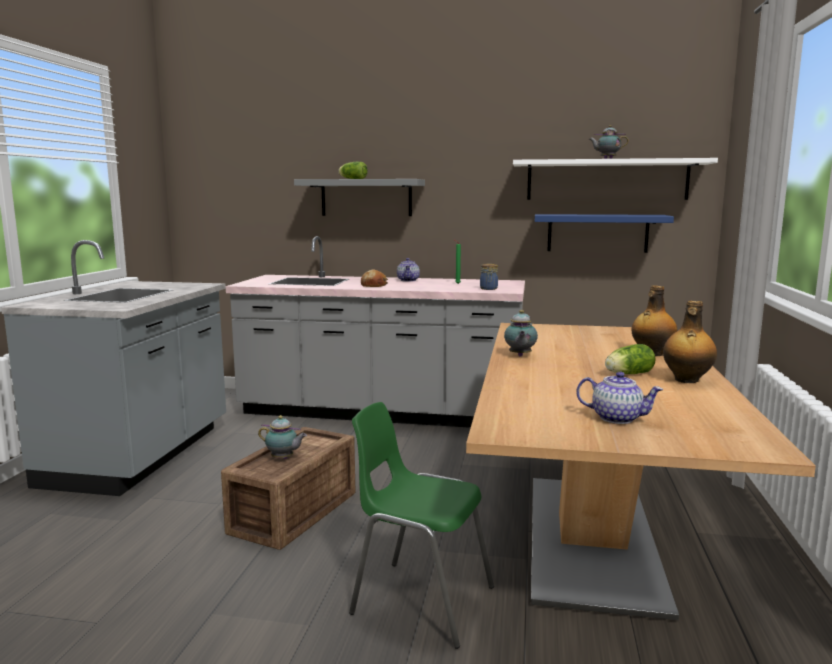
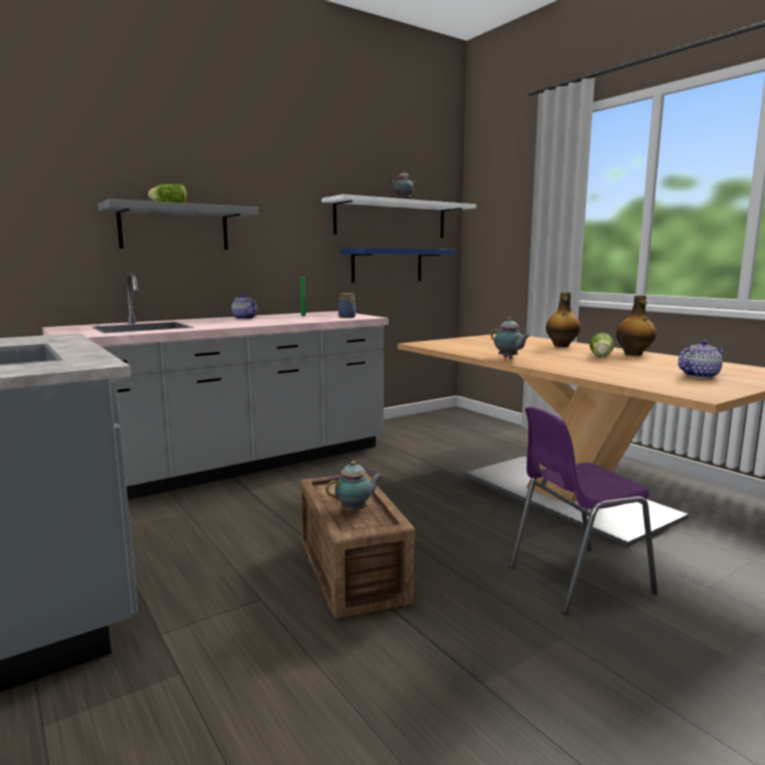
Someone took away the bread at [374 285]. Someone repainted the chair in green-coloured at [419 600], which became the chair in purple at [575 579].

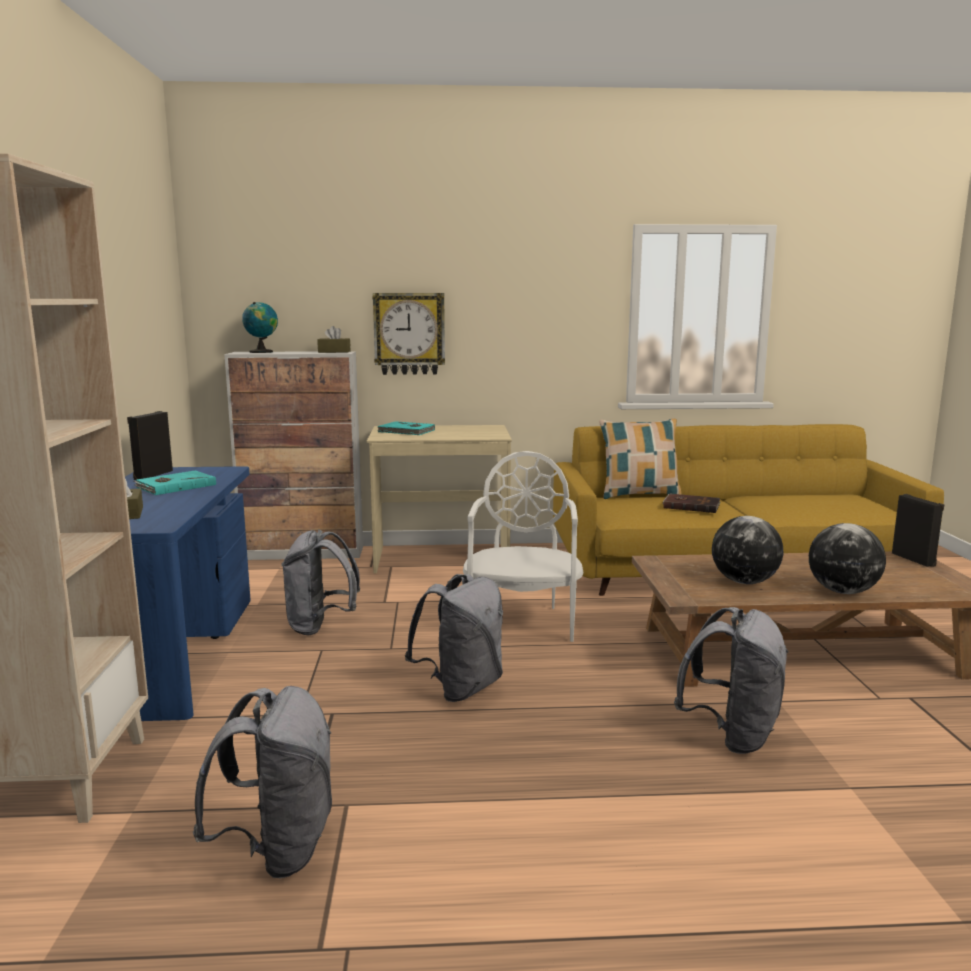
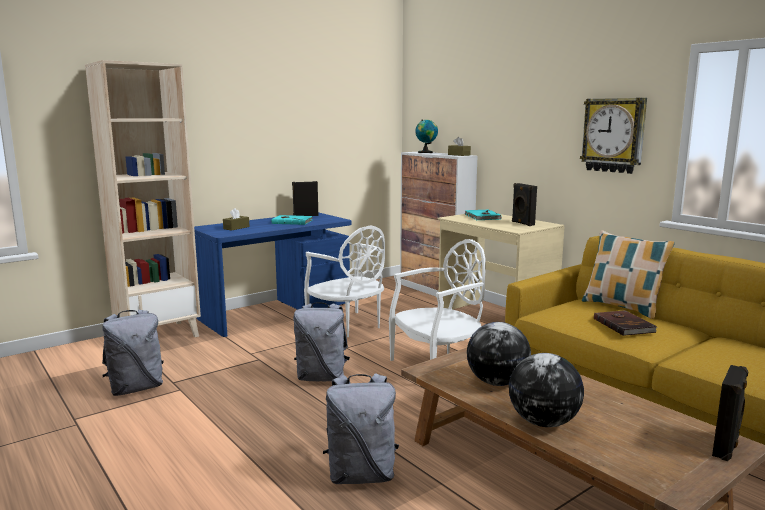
Someone carried the hanging clock from [409 334] to [613 135]. Someone swapped the backpack in greyish at [320 626] for the chair in whitish at [348 325]. Someone put down the audio speaker in black-coloured at [522 223].

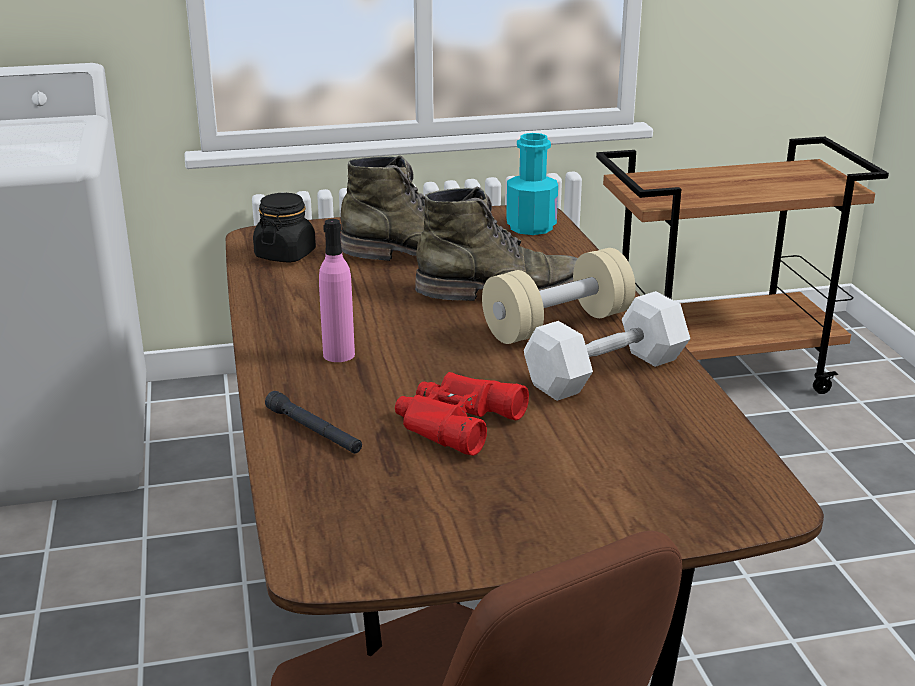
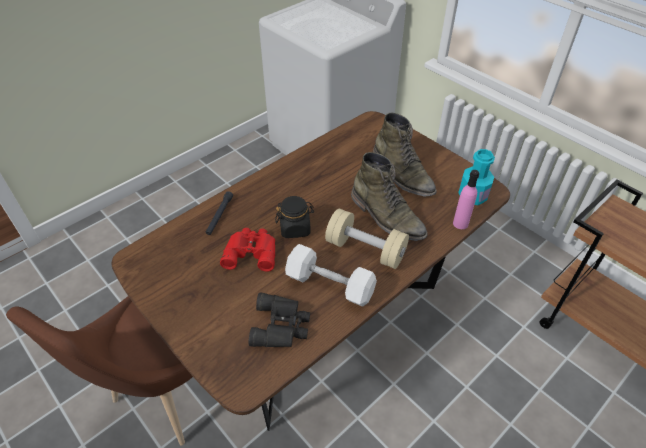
Someone carried the preserve jar in black-coloured from [285 254] to [295 228]. Someone carried the beverage bottle in pinkish from [339 355] to [460 223]. Someone put down the binoculars in black-coloured at [282 326].

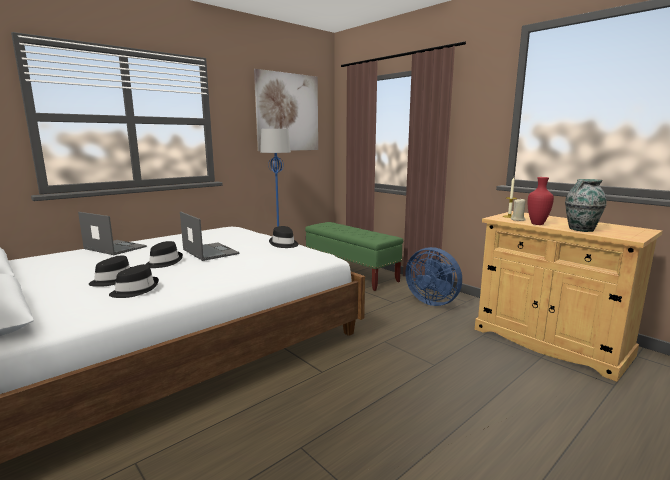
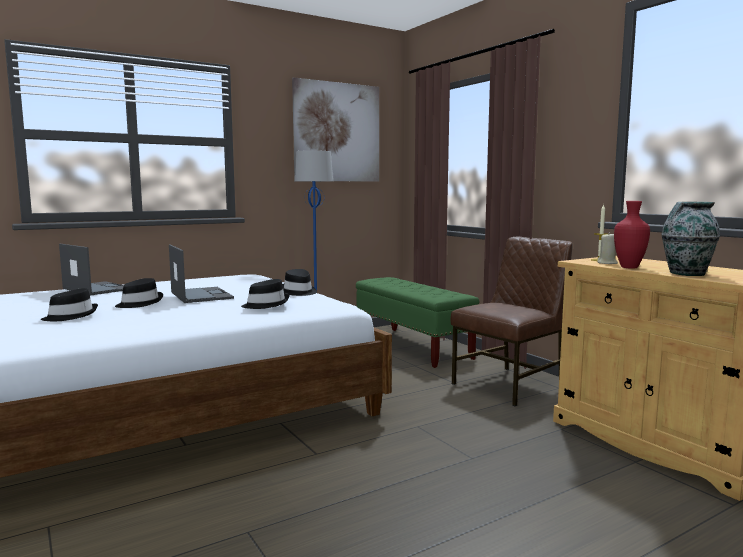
Someone swapped the cooling fan in bluish at [433 301] for the chair in brown at [510 385]. Someone carried the clothing hat in black-coloured from [135 290] to [265 304].

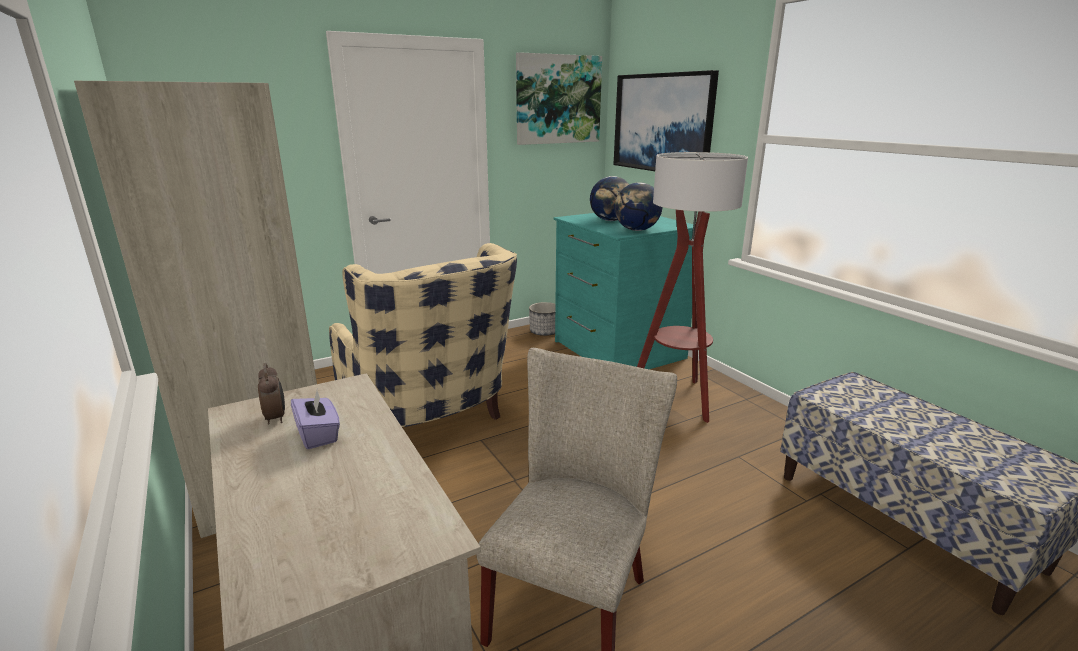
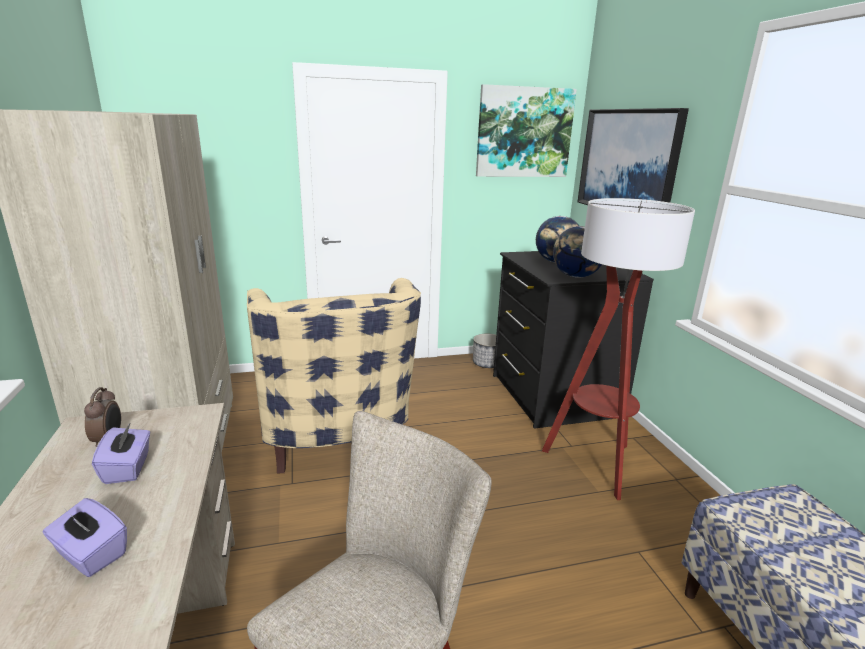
Someone repainted the chest of drawers in blue-green at [617 350], which became the chest of drawers in black-coloured at [553 395]. Someone put down the tissue box in purple at [90 554].

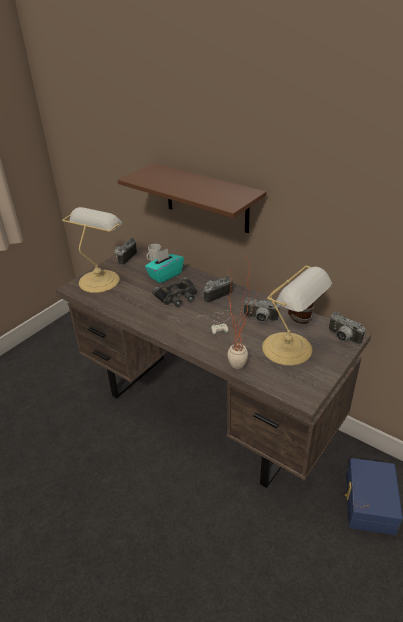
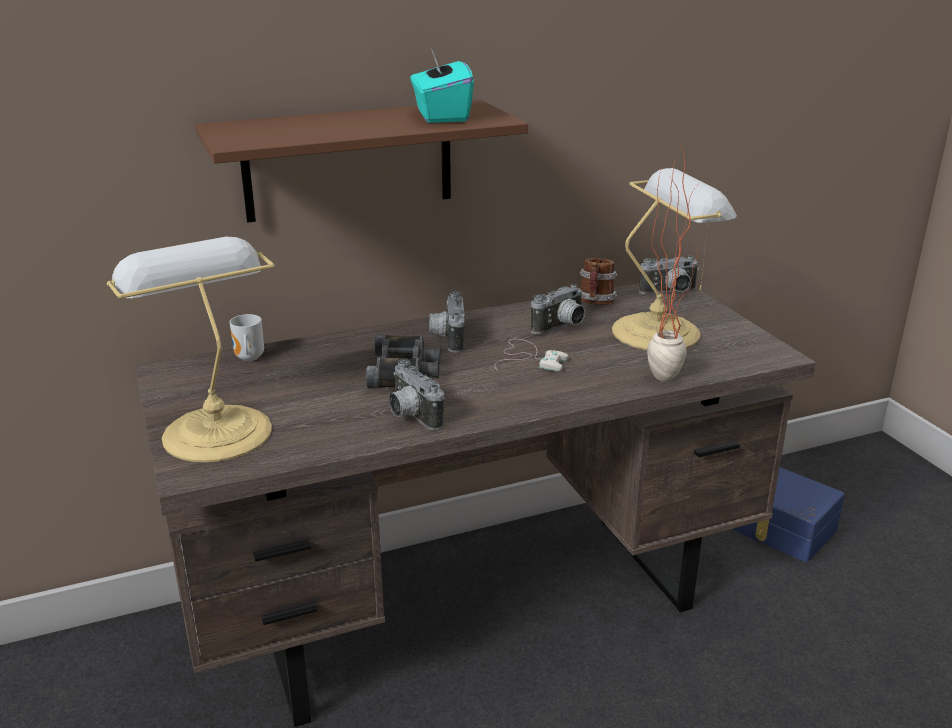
Someone carried the still camera from [124 257] to [410 416]. Someone carried the tissue box in blue-green from [165 275] to [441 116].

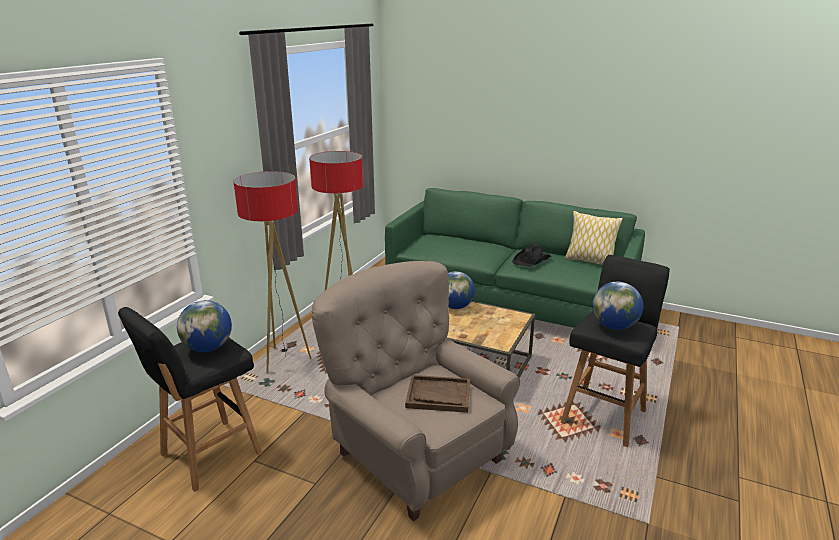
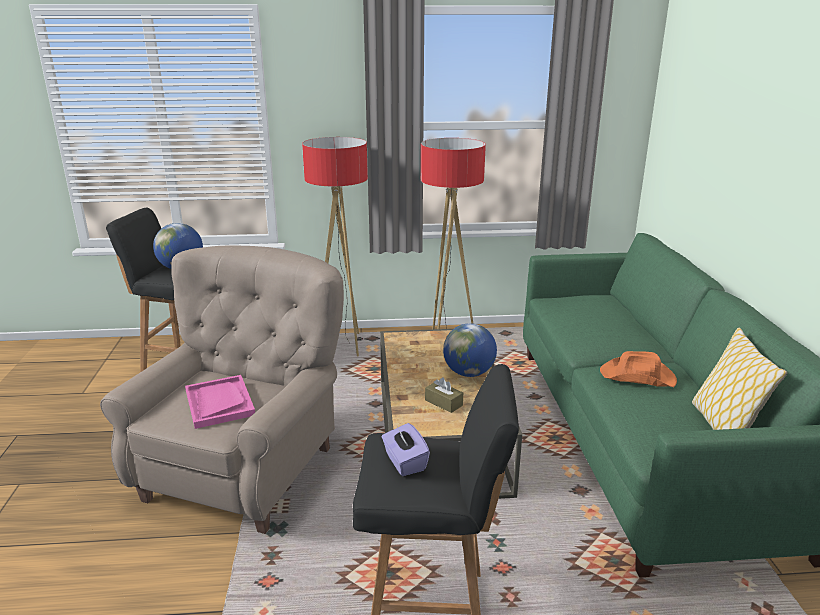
Someone repainted the clothing hat in black-coloured at [532 260], which became the clothing hat in orange at [638 377]. Someone swapped the desk globe at [614 326] for the tissue box in purple at [404 462]. Someone repainted the serving tray in brown at [438 395], which became the serving tray in pinkish at [219 403]. Someone put down the tissue box in brown at [443 403].

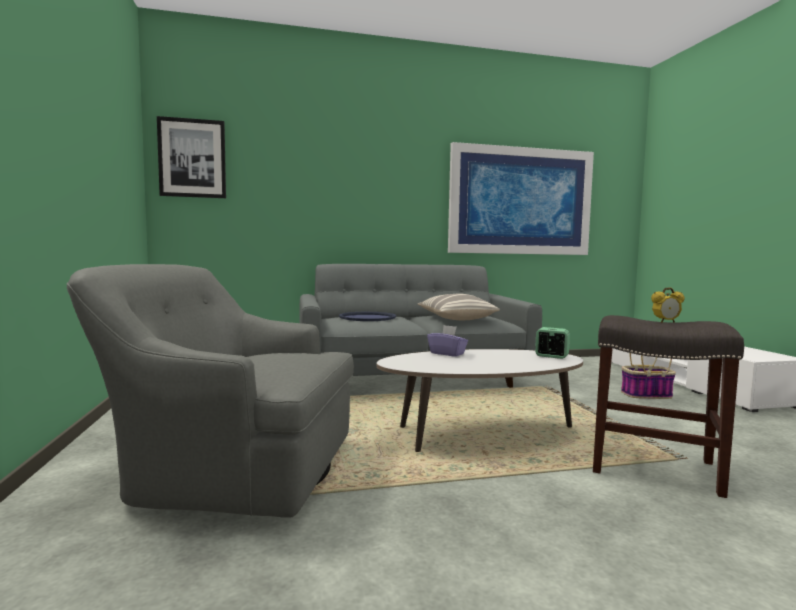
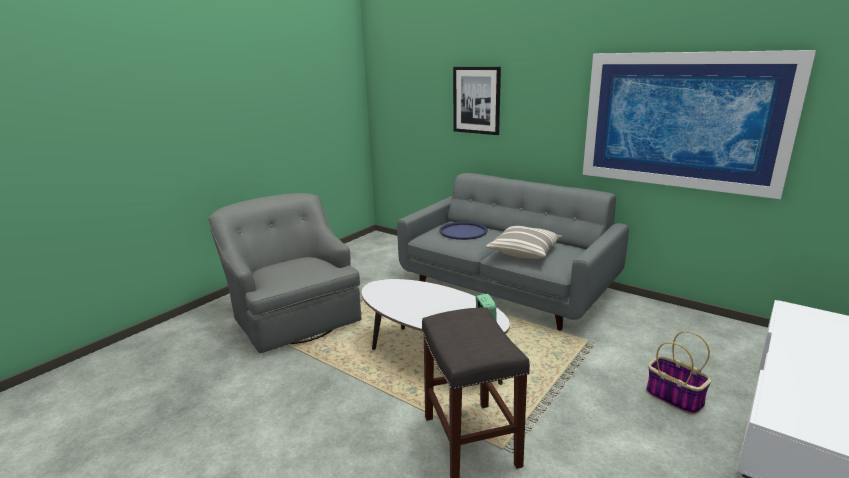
Someone carried the wall art from [192 158] to [476 100]. Someone took away the bedside clock at [665 322]. Someone took away the tissue box in purple at [447 353].

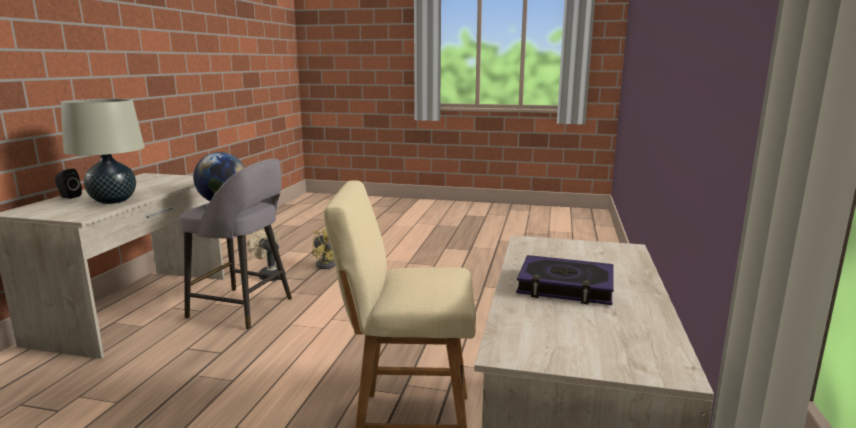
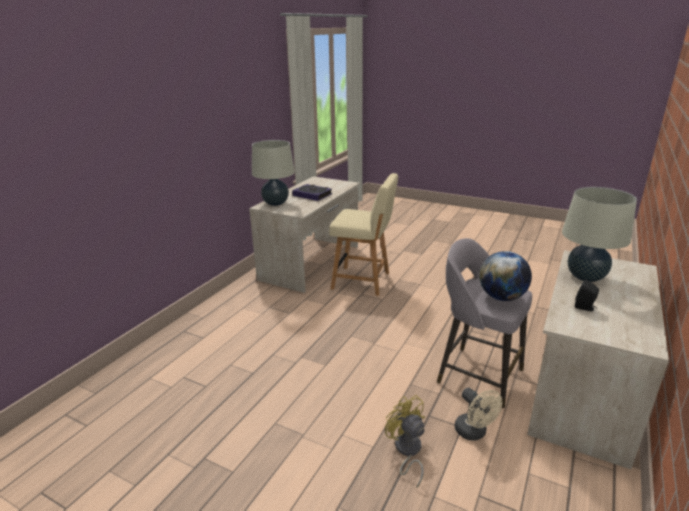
Someone carried the audio speaker in black-coloured from [68 196] to [585 308]. Someone put down the lamp for a table in sand-coloured at [275 203].

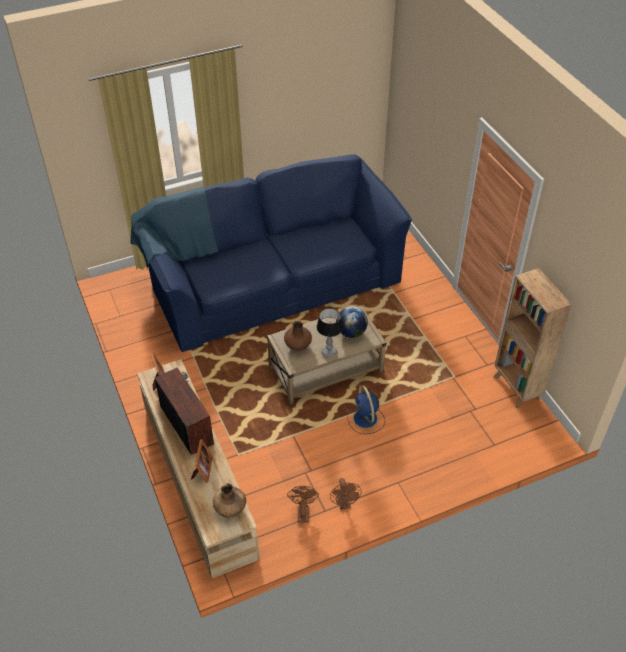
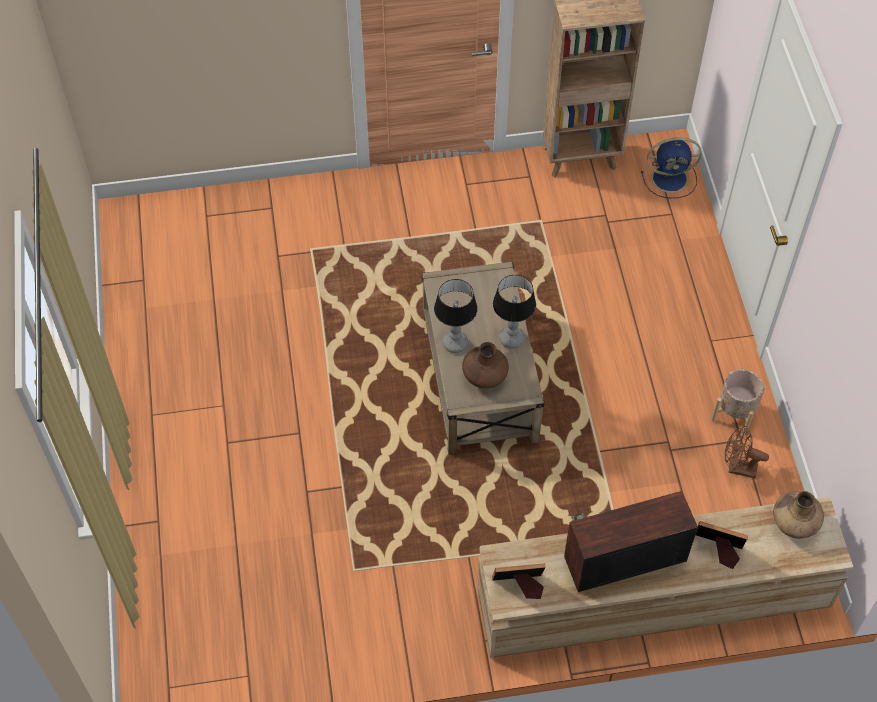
Someone took away the settee in bluish at [271 279]. Someone took away the desk globe at [351 332]. Someone carried the cooling fan in bluish from [365 419] to [671 178]. Someone swapped the cooling fan in brown at [344 504] for the flower pot in sand-coloured at [734 413]. Someone put down the lamp for a table at [454 343].

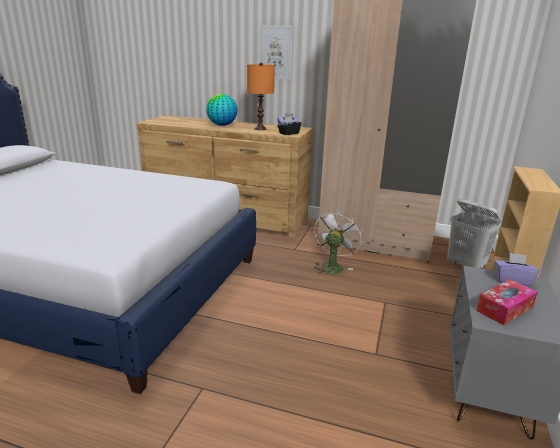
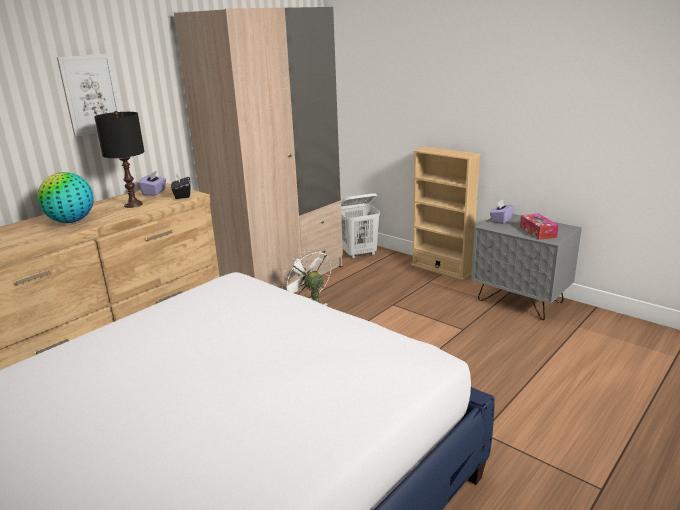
Someone repainted the lamp for a table in orange at [260 129], which became the lamp for a table in black-coloured at [133 205].

